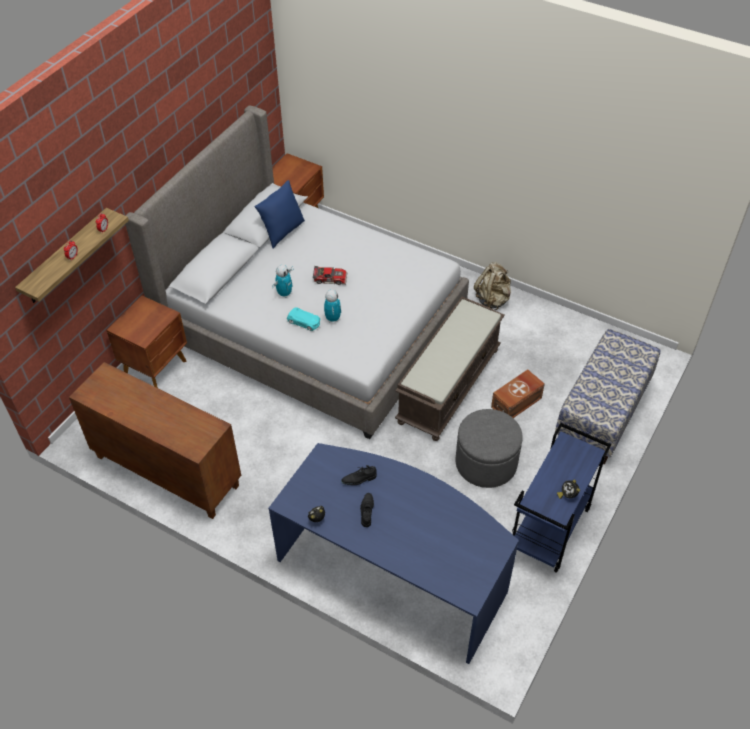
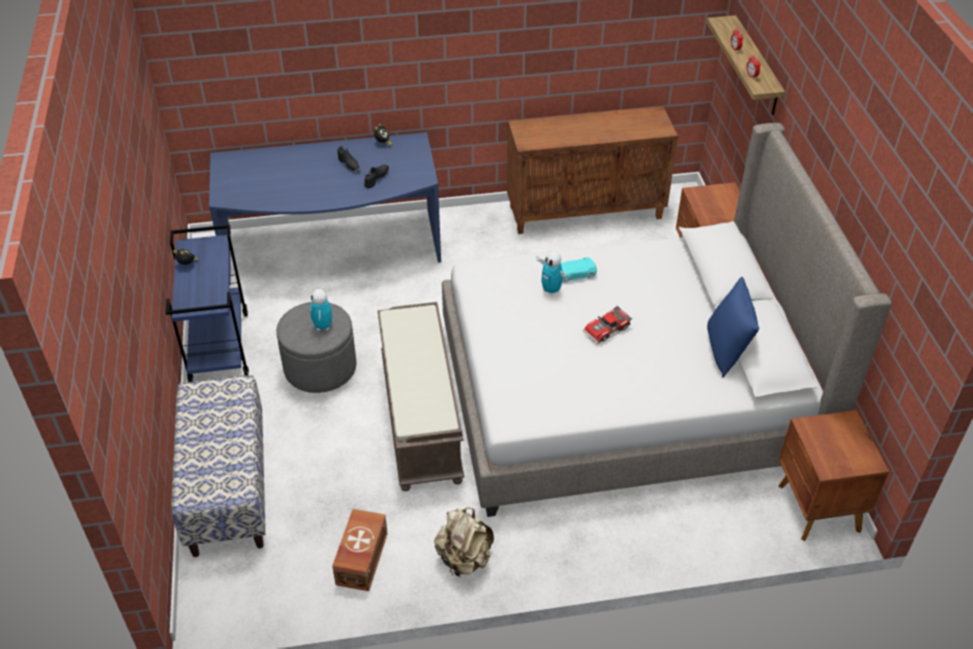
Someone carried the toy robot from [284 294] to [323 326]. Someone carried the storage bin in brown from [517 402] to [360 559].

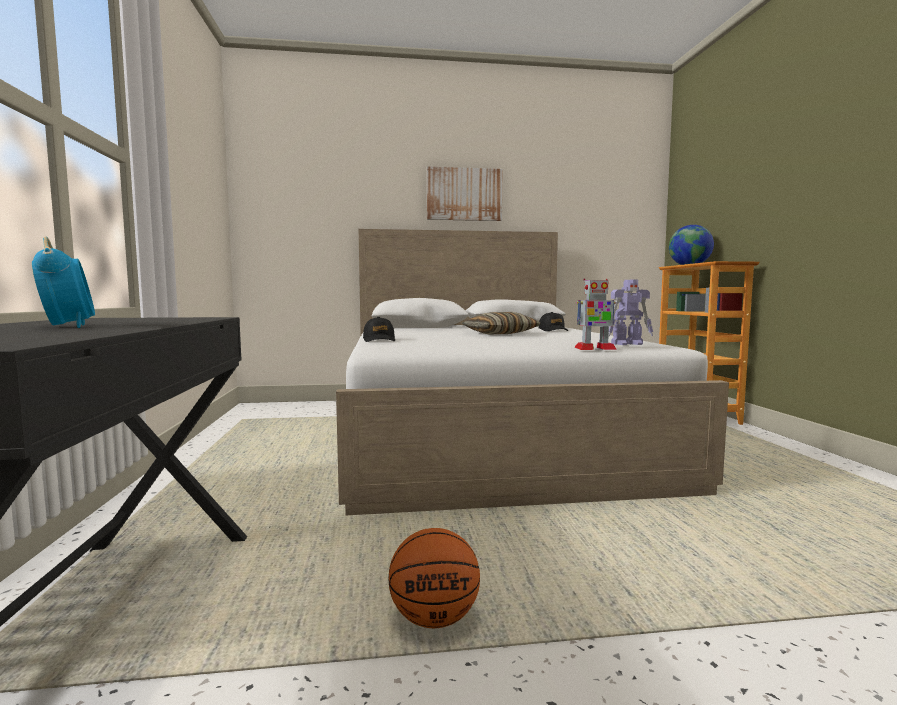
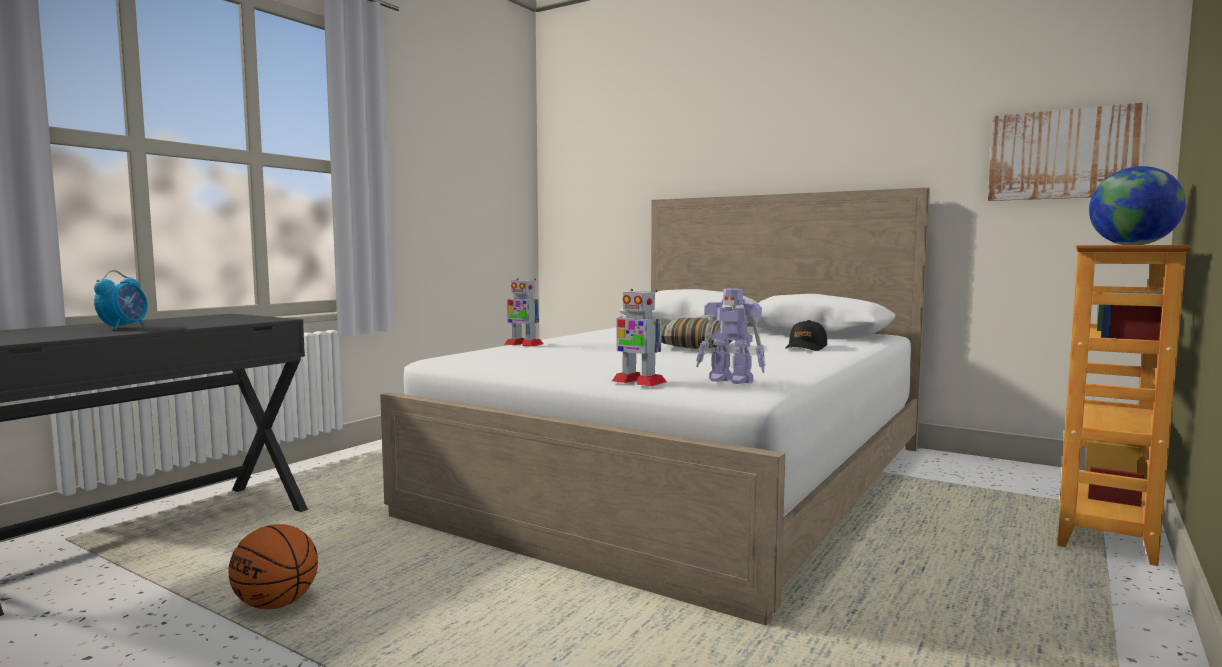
Someone carried the wall art from [464 194] to [1063 154]. Someone swapped the cap in black-coloured at [379 340] for the toy robot at [523 344].

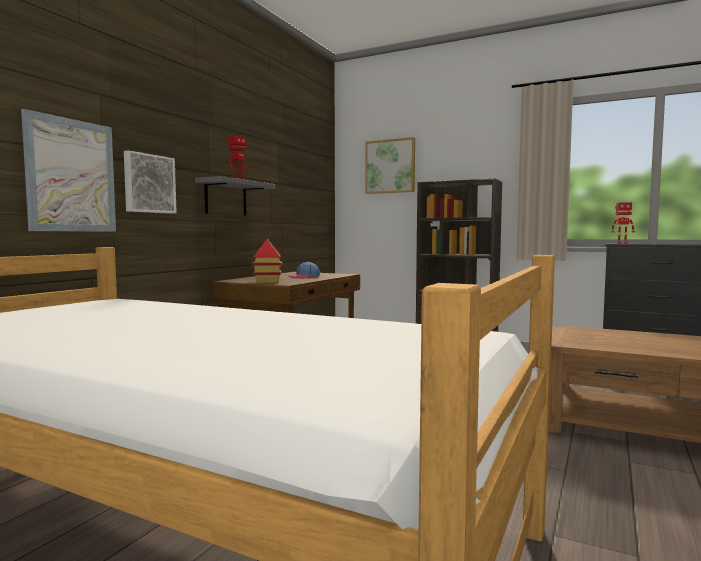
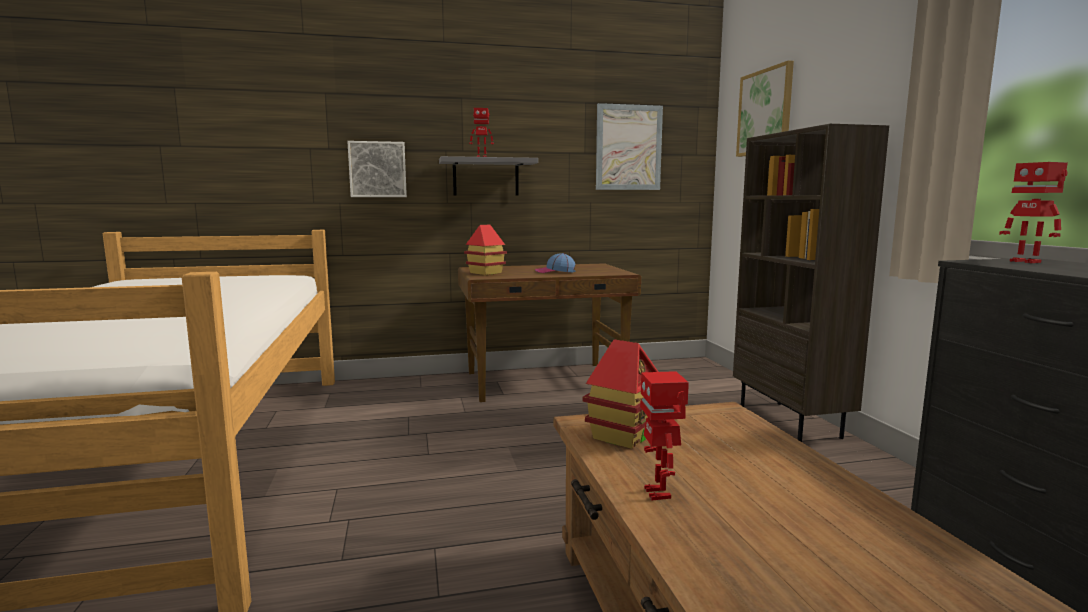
Someone carried the wall art from [71 175] to [628 147]. Someone put down the model house at [623 435]. Someone put down the toy robot at [659 493].

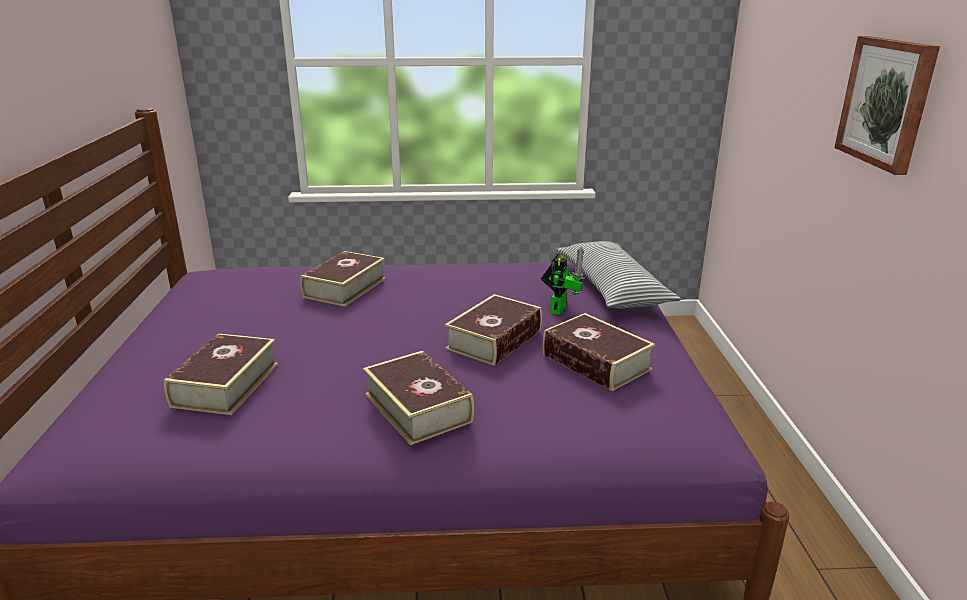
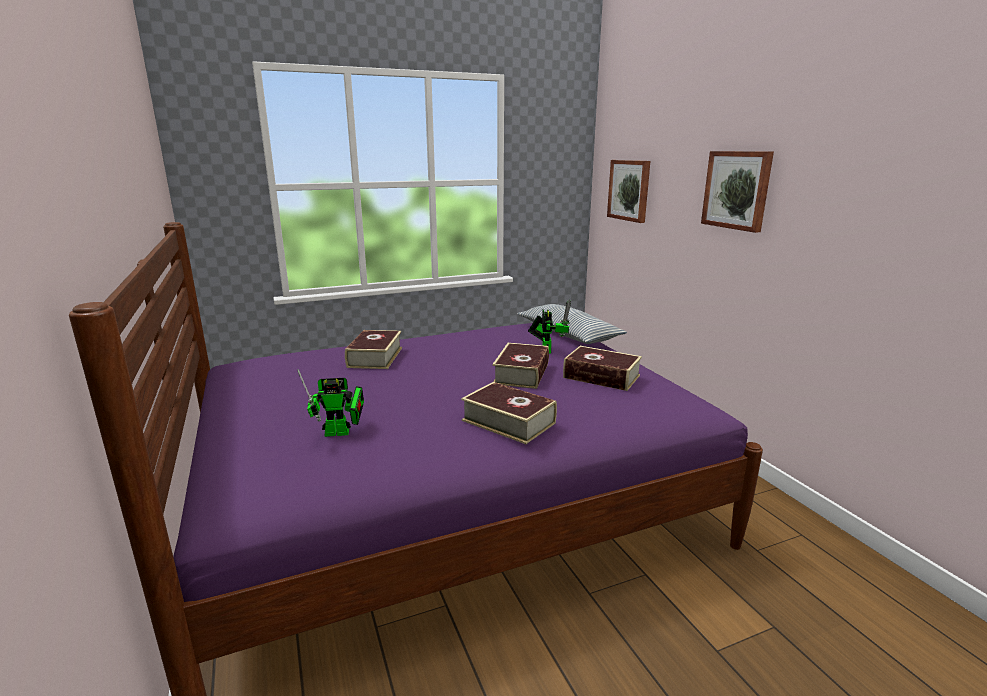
Someone swapped the volume at [226 384] for the toy robot at [341 433]. Someone put up the wall art at [629 190].

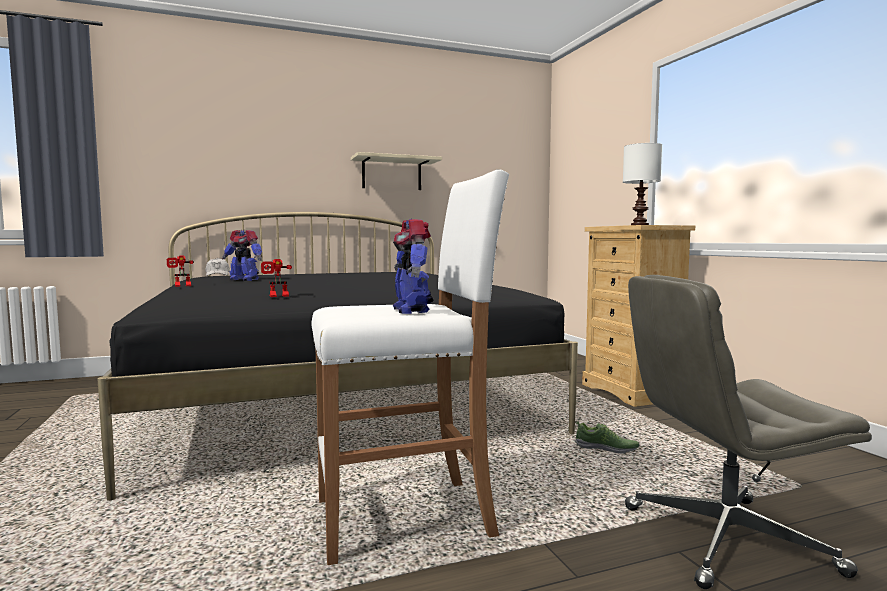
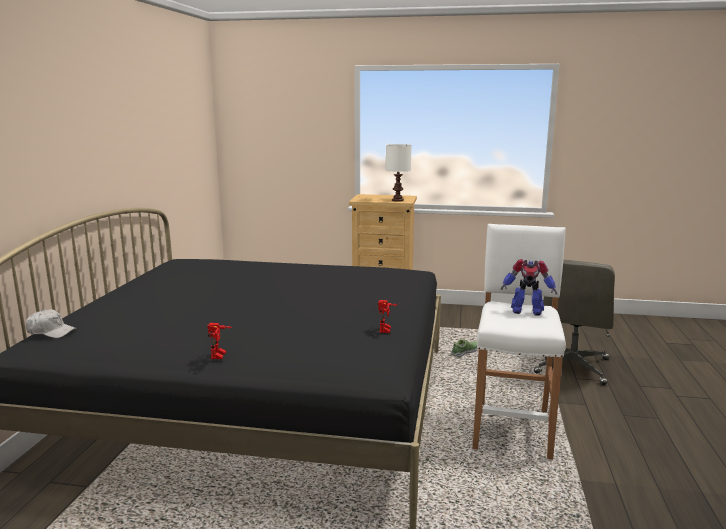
Someone took away the bracket shelf in sand-coloured at [391 174]. Someone took away the toy robot at [244 279].

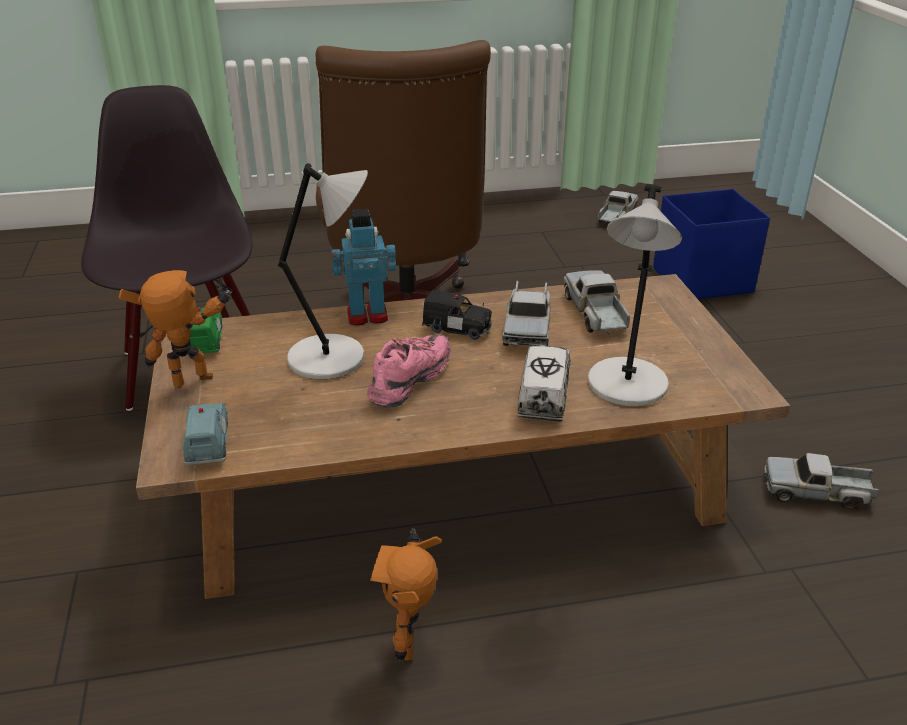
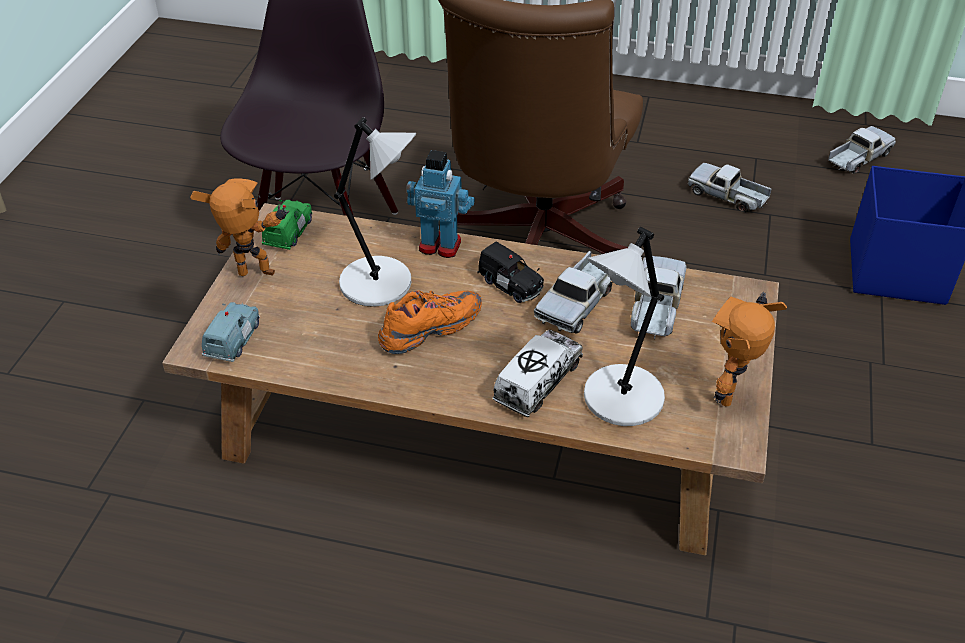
Someone repainted the shoe in pinkish at [410 381], which became the shoe in orange at [430 330]. Someone carried the toy truck from [816 492] to [727 196]. Someone carried the toy robot from [412 643] to [733 395].

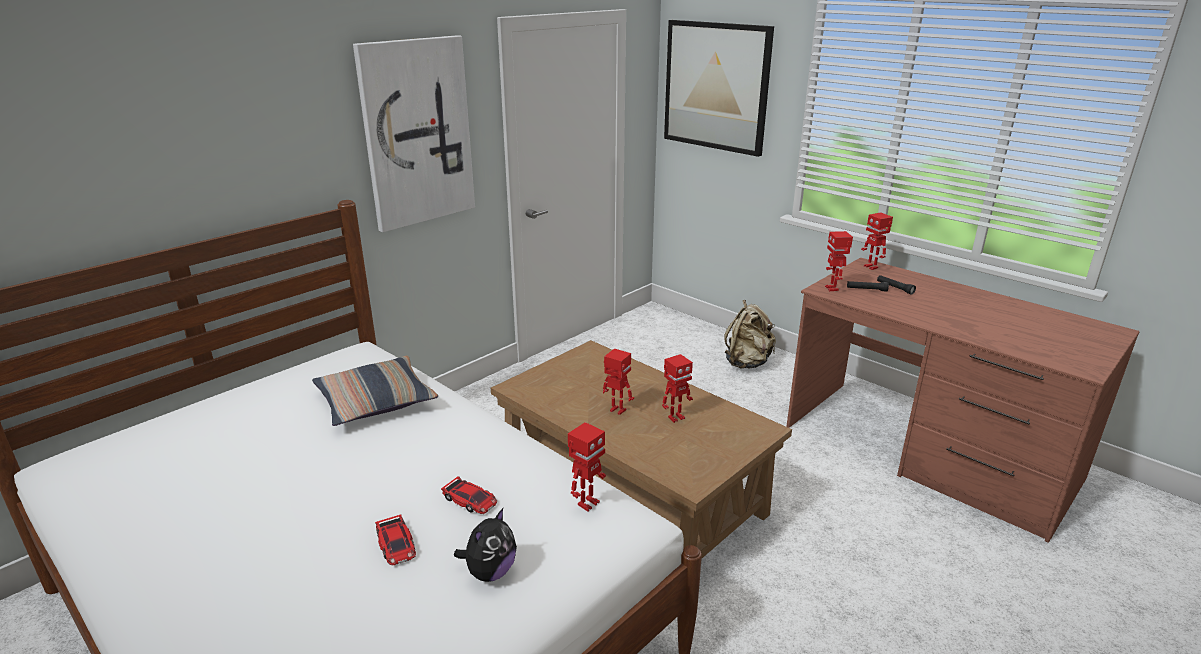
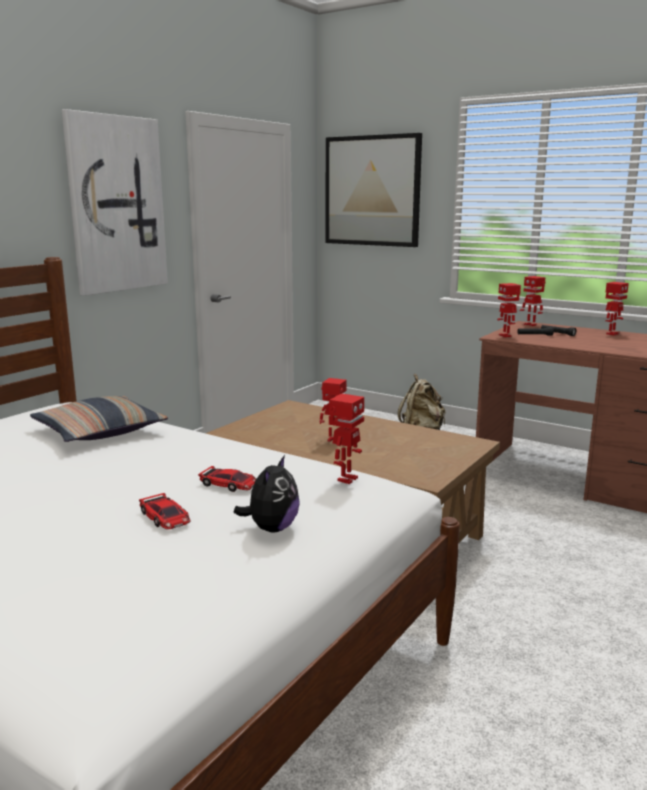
Someone carried the toy robot from [675 417] to [611 334].

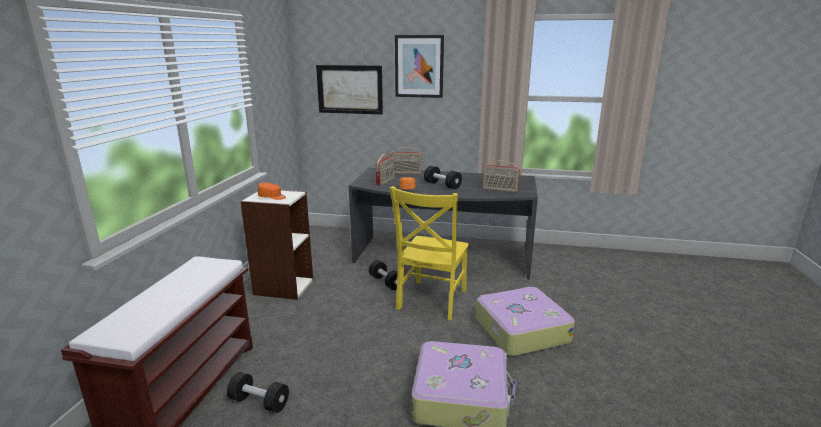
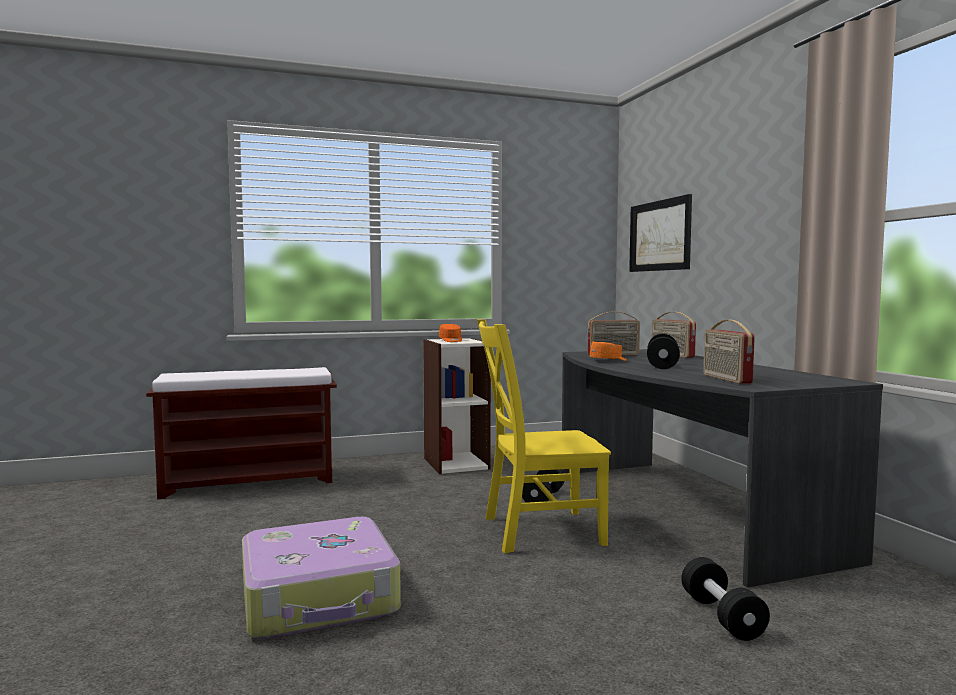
Someone took away the wall art at [419 66]. Someone took away the suitcase at [520 330]. Someone carried the dumbbell in black-coloured from [259 402] to [722 616].

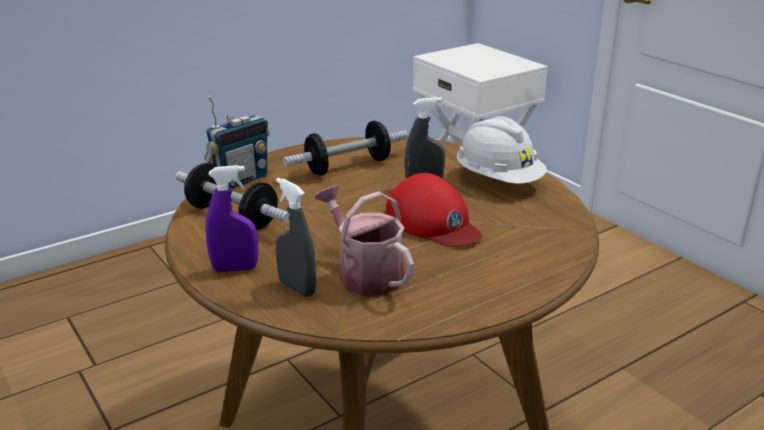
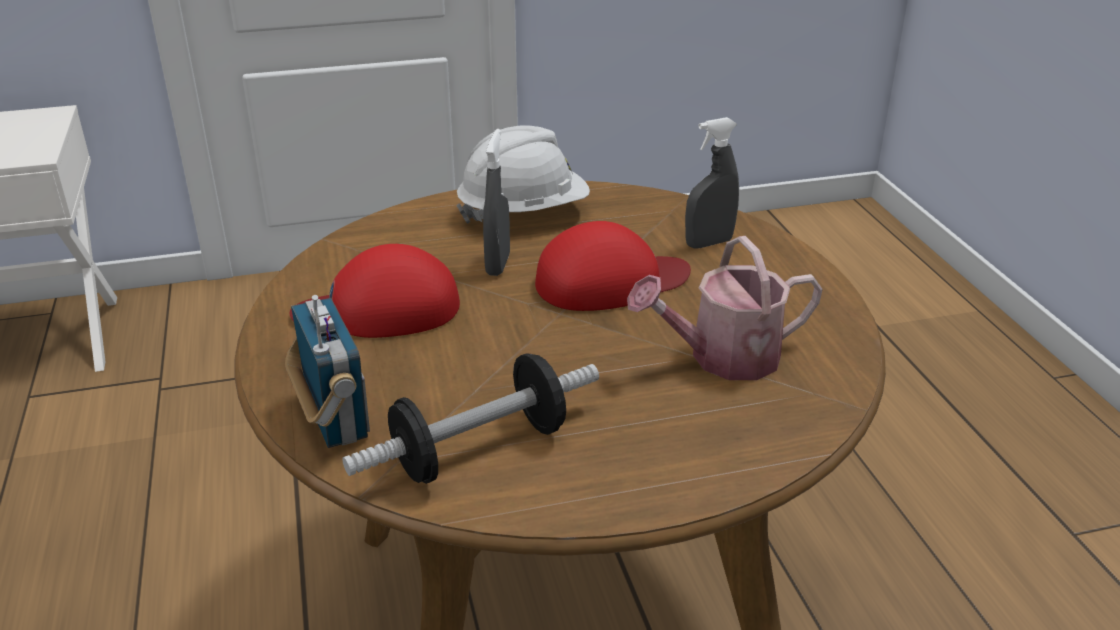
Someone swapped the dumbbell at [348 166] for the cap in red-coloured at [380 310]. Someone took away the spray bottle in purple at [235 268]. Someone carried the spray bottle in greyish from [297 288] to [708 243].

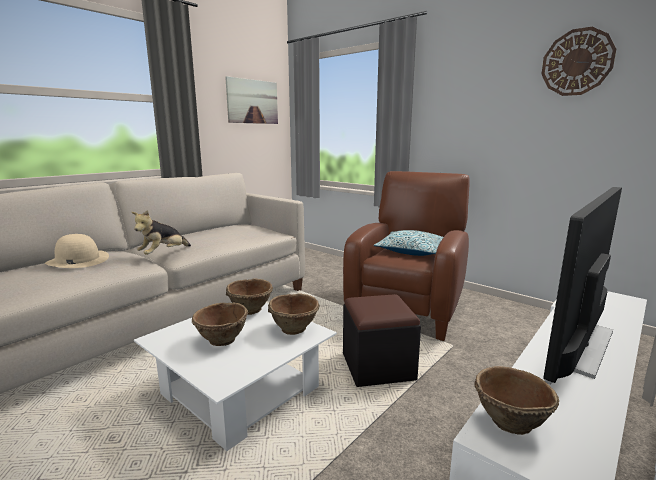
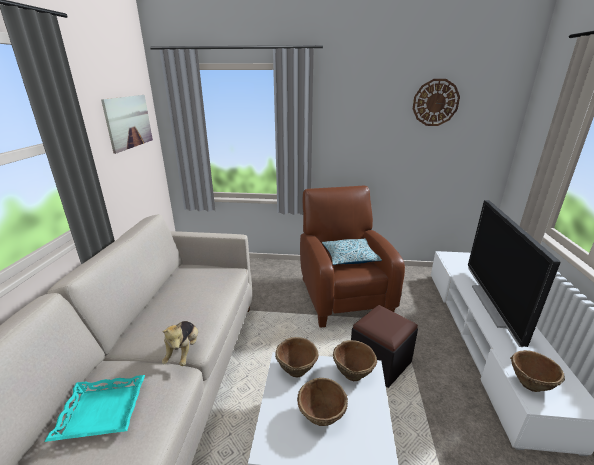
Someone swapped the clothing hat in sand-coloured at [77 260] for the serving tray in blue-green at [101 412].

